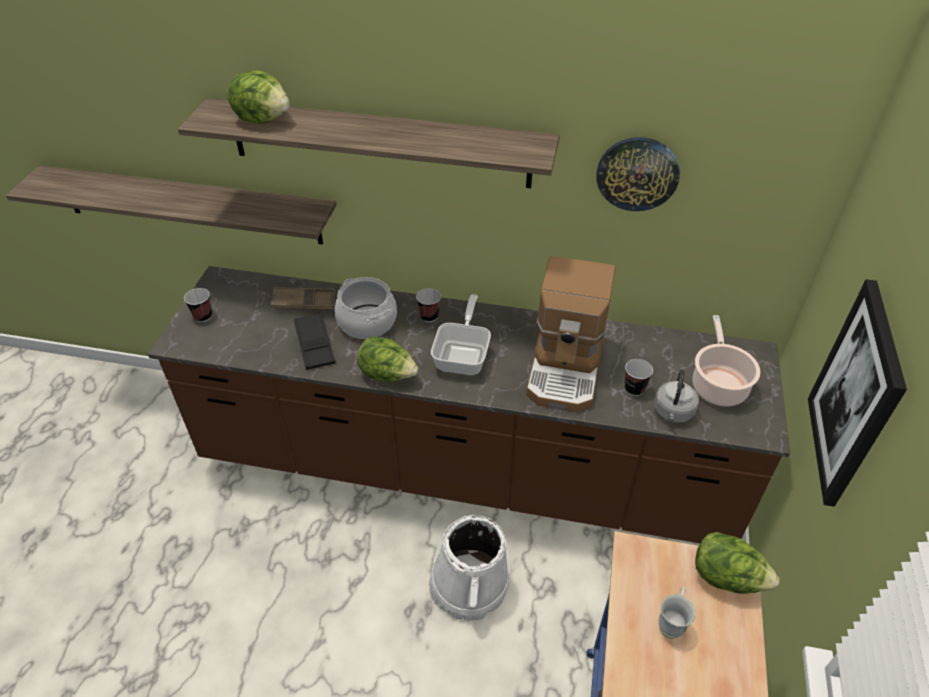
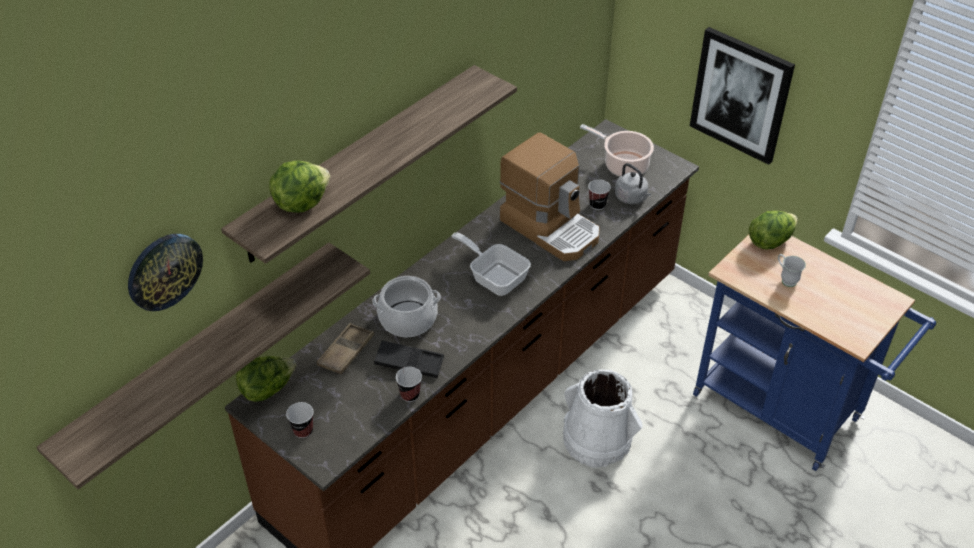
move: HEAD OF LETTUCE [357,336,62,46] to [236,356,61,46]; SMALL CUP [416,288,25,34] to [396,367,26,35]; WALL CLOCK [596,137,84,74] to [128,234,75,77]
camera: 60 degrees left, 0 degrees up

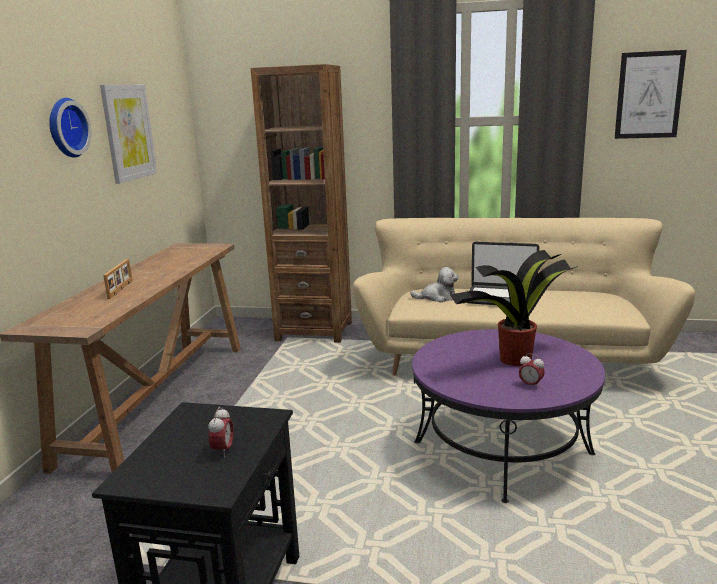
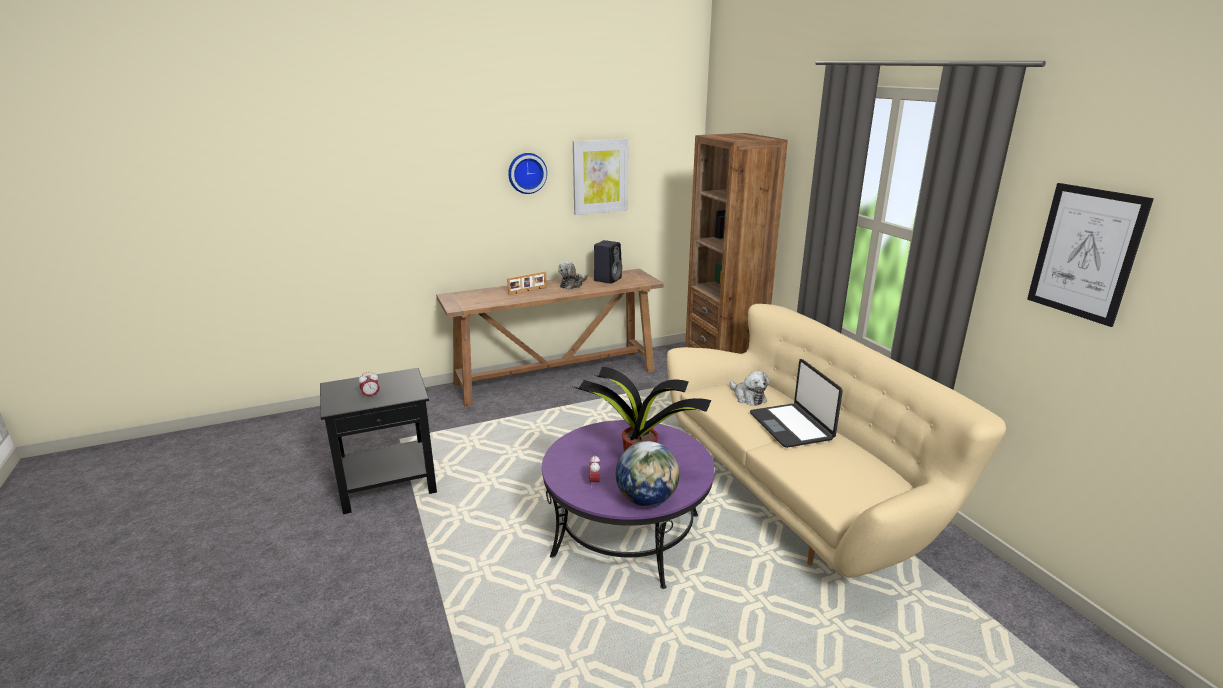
insert: CUDDLY TOY [558,261,30,29]; BLACK SPEAKER [594,240,28,44]; DESK GLOBE [616,441,64,66]
camera: 55 degrees right, 5 degrees up

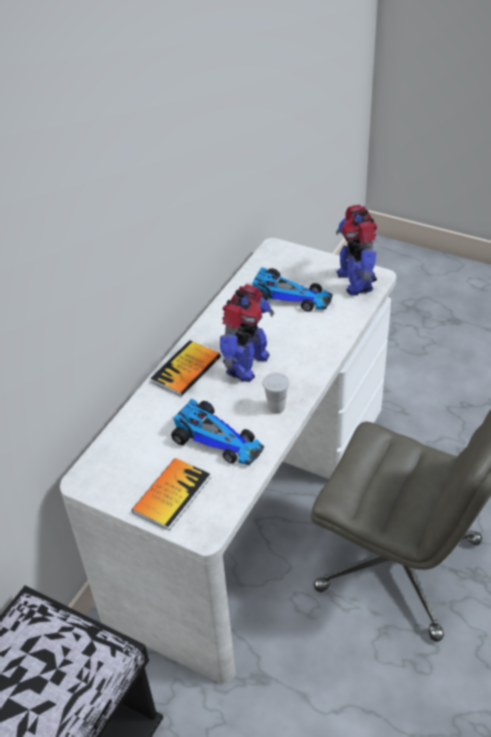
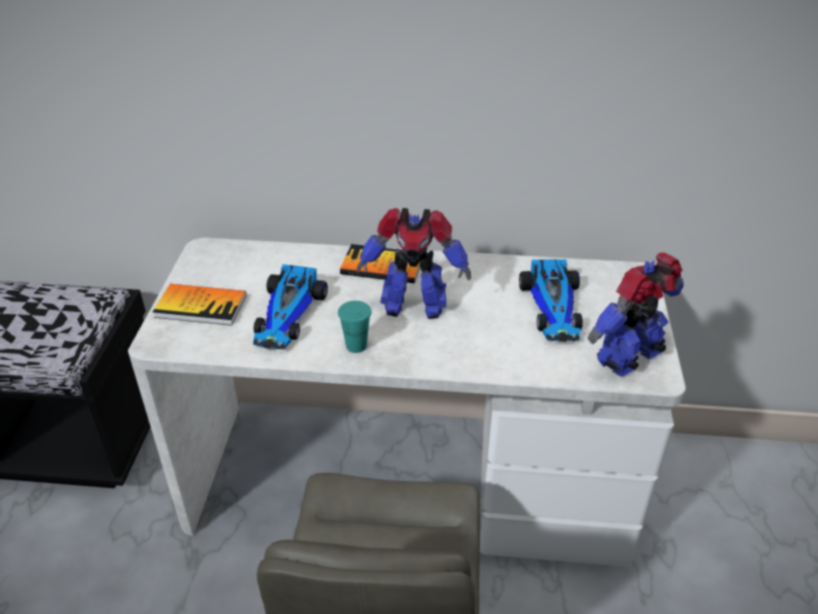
recolor: WHITISH SMALL CUP [263,372,27,42] to BLUE-GREEN SMALL CUP [338,301,33,52]
camera: 65 degrees right, 5 degrees down

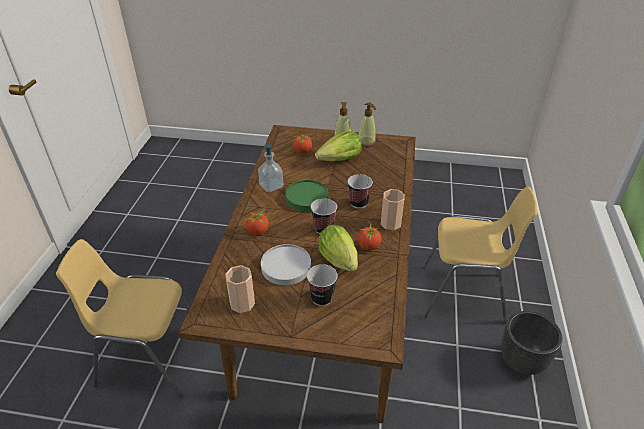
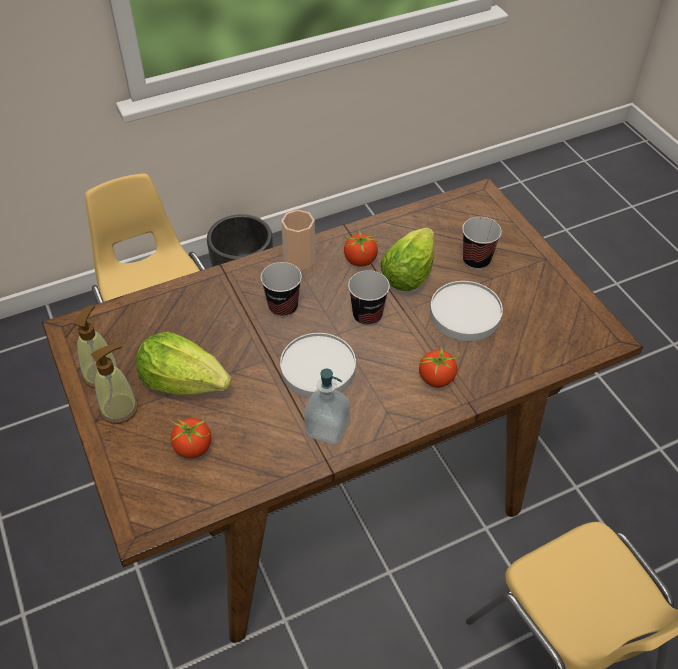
delete: SMALL CUP [225,265,30,48]
recolor: GREENISH DINNER PLATE [285,180,43,31] to WHITISH DINNER PLATE [280,333,76,65]
camera: 125 degrees left, 10 degrees up

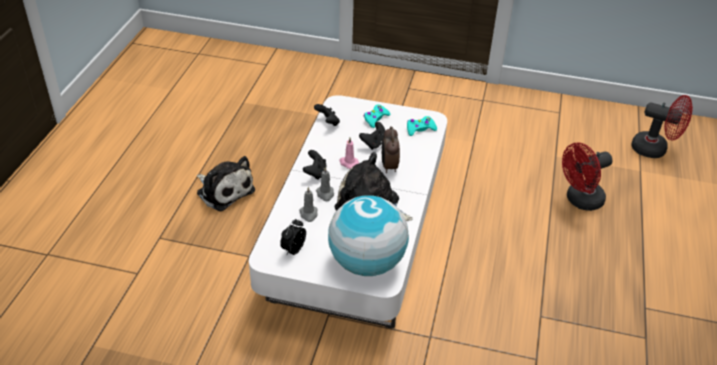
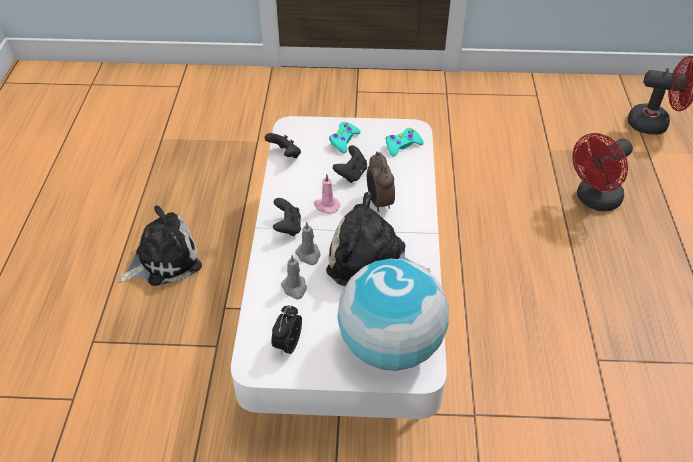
rotate: CUDDLY TOY [197,156,58,55] = [118,205,84,81] 60 degrees counterclockwise
camera: 10 degrees left, 5 degrees up

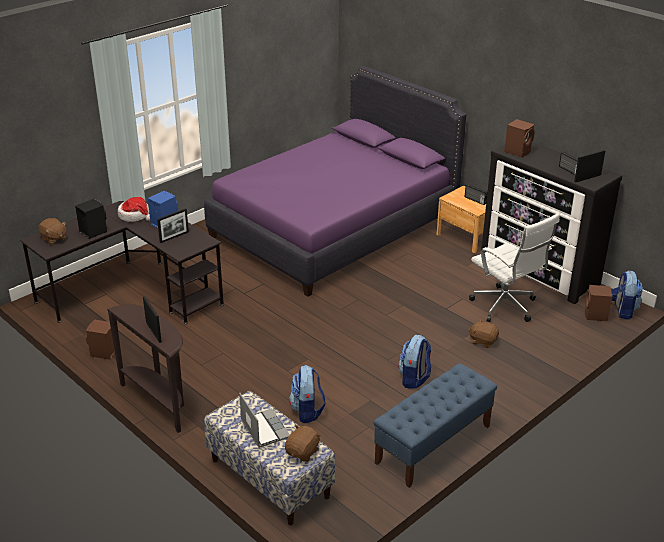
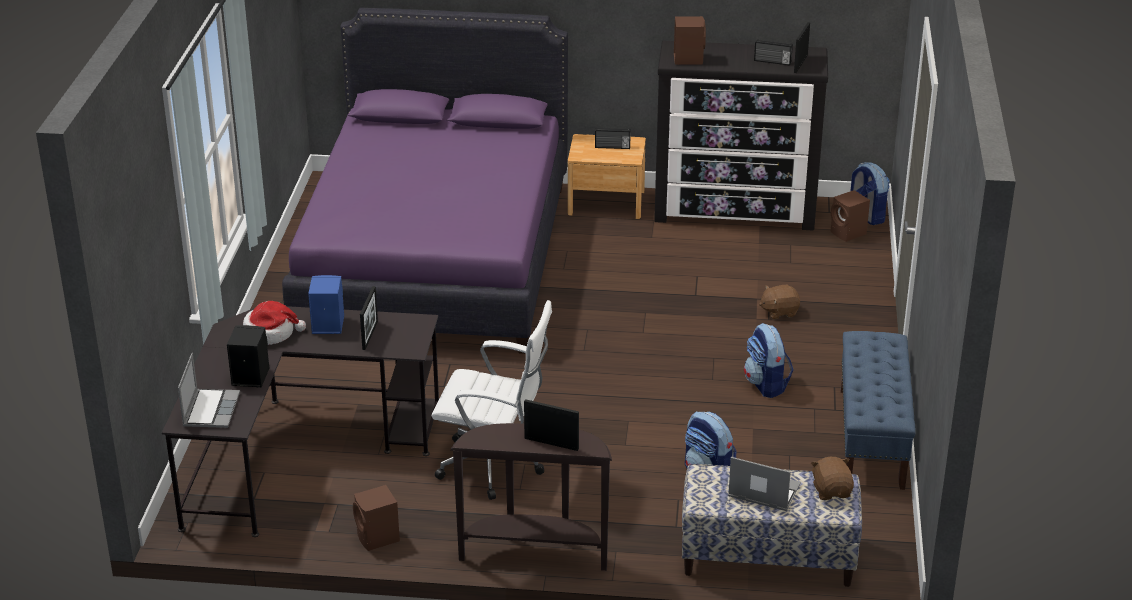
move: WHITISH DESK CHAIR [469,213,91,109] to [432,300,120,200]
replace: BROWNISH CUDDLY TOY [38,218,28,27] to LAPTOP [178,353,62,75]
camera: 40 degrees left, 0 degrees up

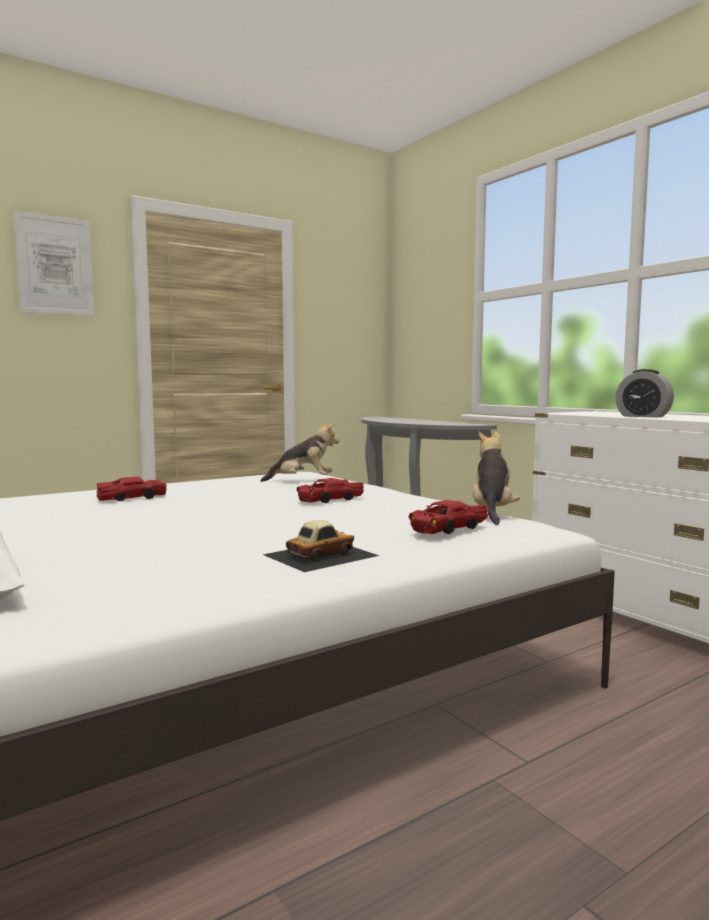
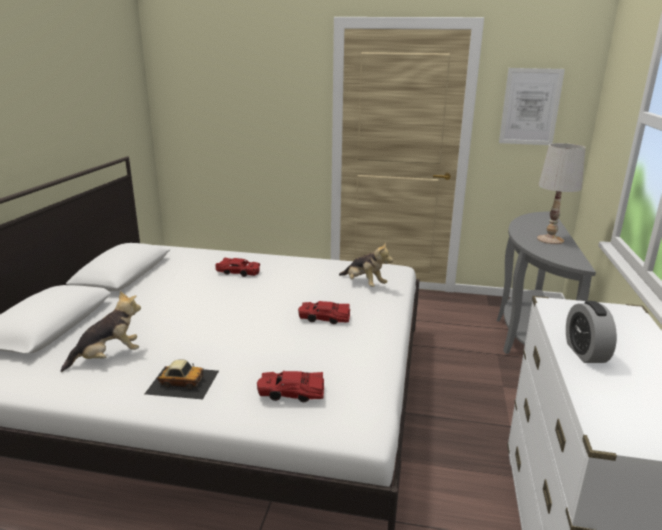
insert: WHITISH LAMP FOR A TABLE [537,143,49,101]
move: PICTURE [14,210,80,106] to [499,68,66,77]; CUDDLY TOY [472,431,48,94] to [60,291,81,81]
camera: 45 degrees right, 15 degrees up

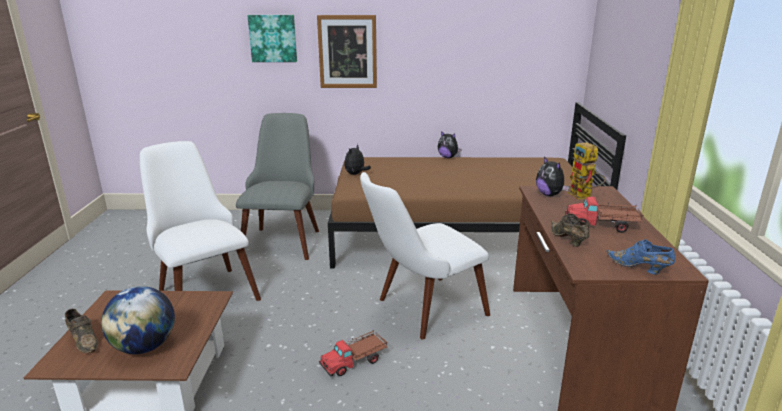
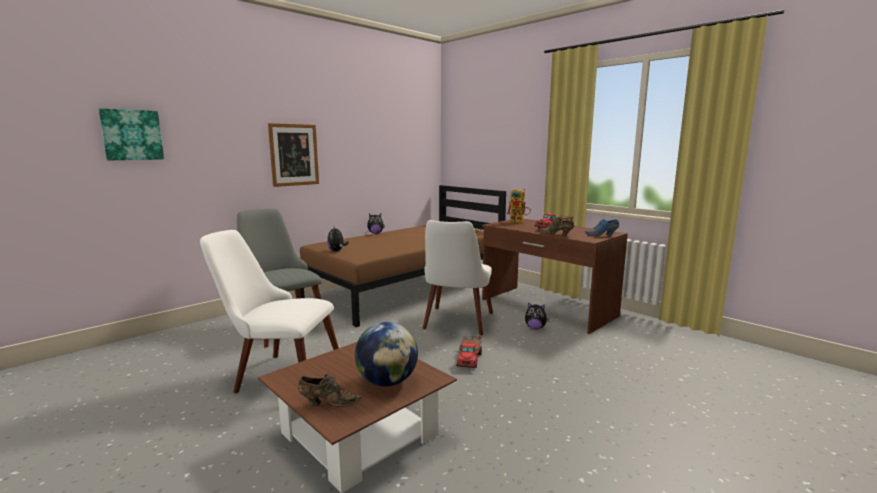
move: PICTURE [247,15,50,47] to [98,108,66,52]; CUDDLY TOY [536,156,33,40] to [525,302,24,27]
camera: 45 degrees left, 10 degrees down

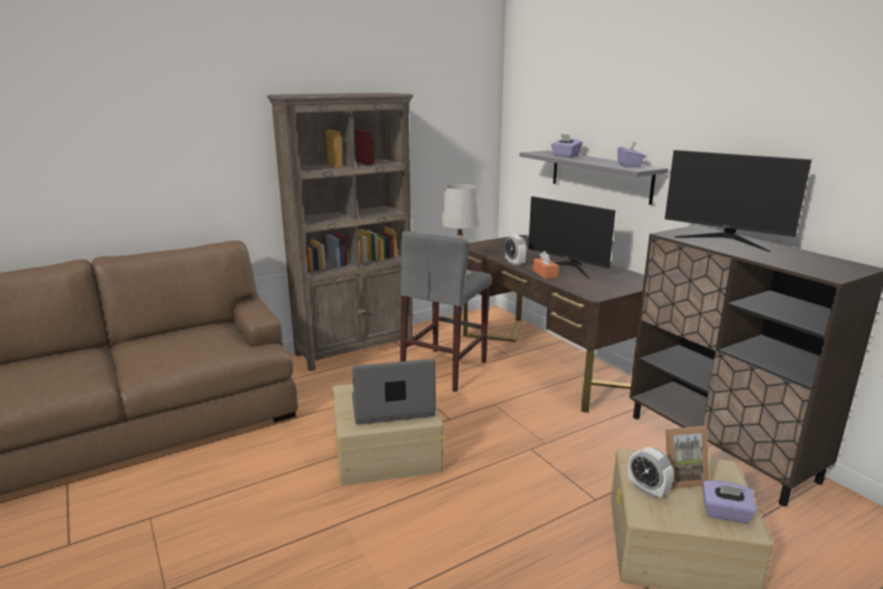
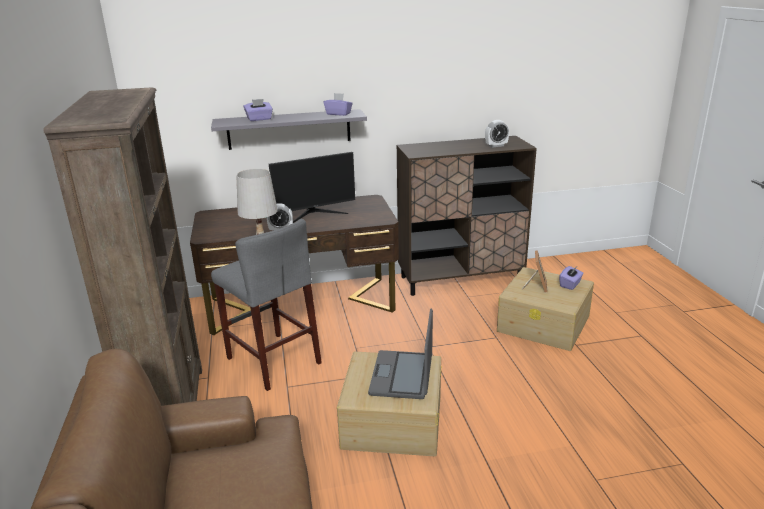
delete: ORANGE-COLOURED TISSUE HOLDER [533,251,26,27]; COMPUTER DISPLAY [665,150,147,102]
move: BEDSIDE CLOCK [628,447,46,52] to [485,120,24,28]
camera: 70 degrees left, 5 degrees up

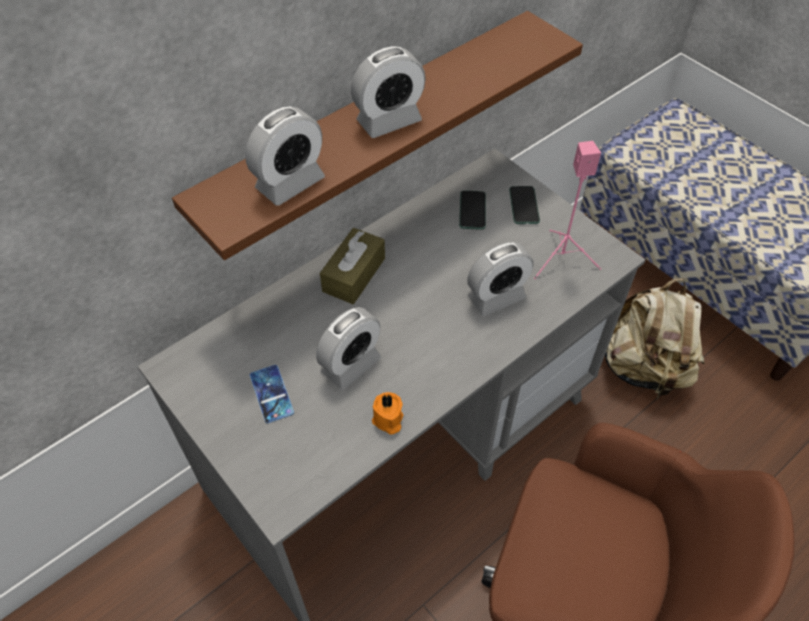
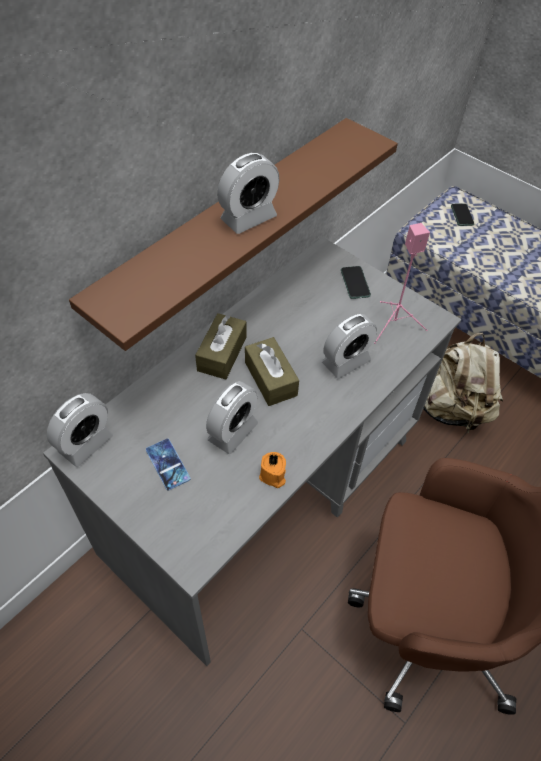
insert: BROWNISH TISSUE HOLDER [245,337,54,69]
move: BEDSIDE CLOCK [245,106,80,100] to [47,393,66,74]; TELEPHONE [459,190,27,40] to [451,203,23,23]
camera: 10 degrees left, 0 degrees up

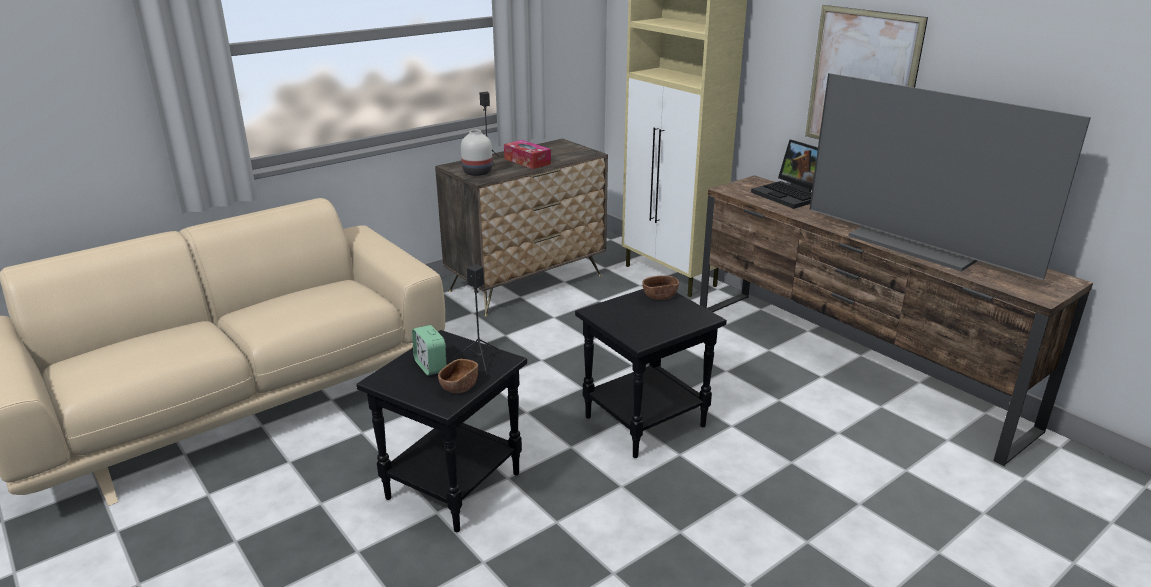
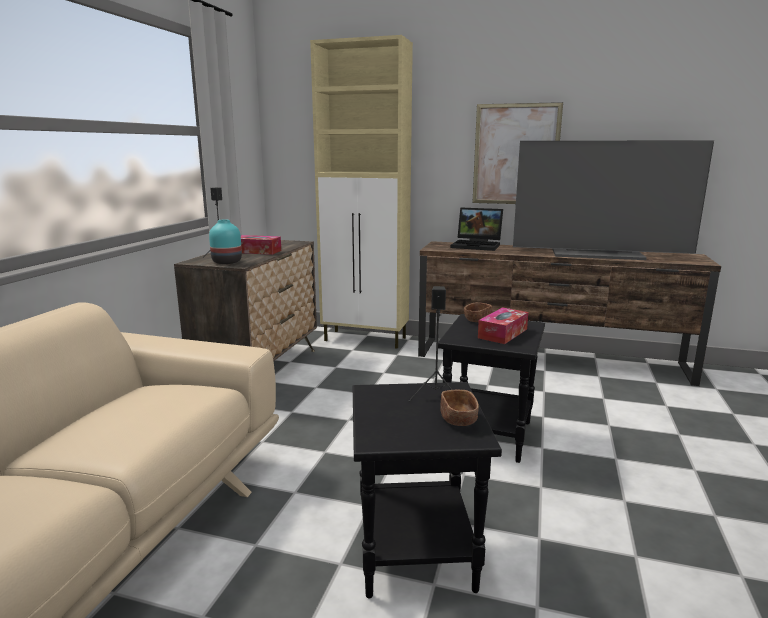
delete: BEDSIDE CLOCK [412,325,34,50]
insert: TISSUE HOLDER [478,307,50,37]
recolor: WHITISH FLOWER VASE [461,130,31,46] to BLUE-GREEN FLOWER VASE [209,219,33,45]
camera: 35 degrees left, 10 degrees down

